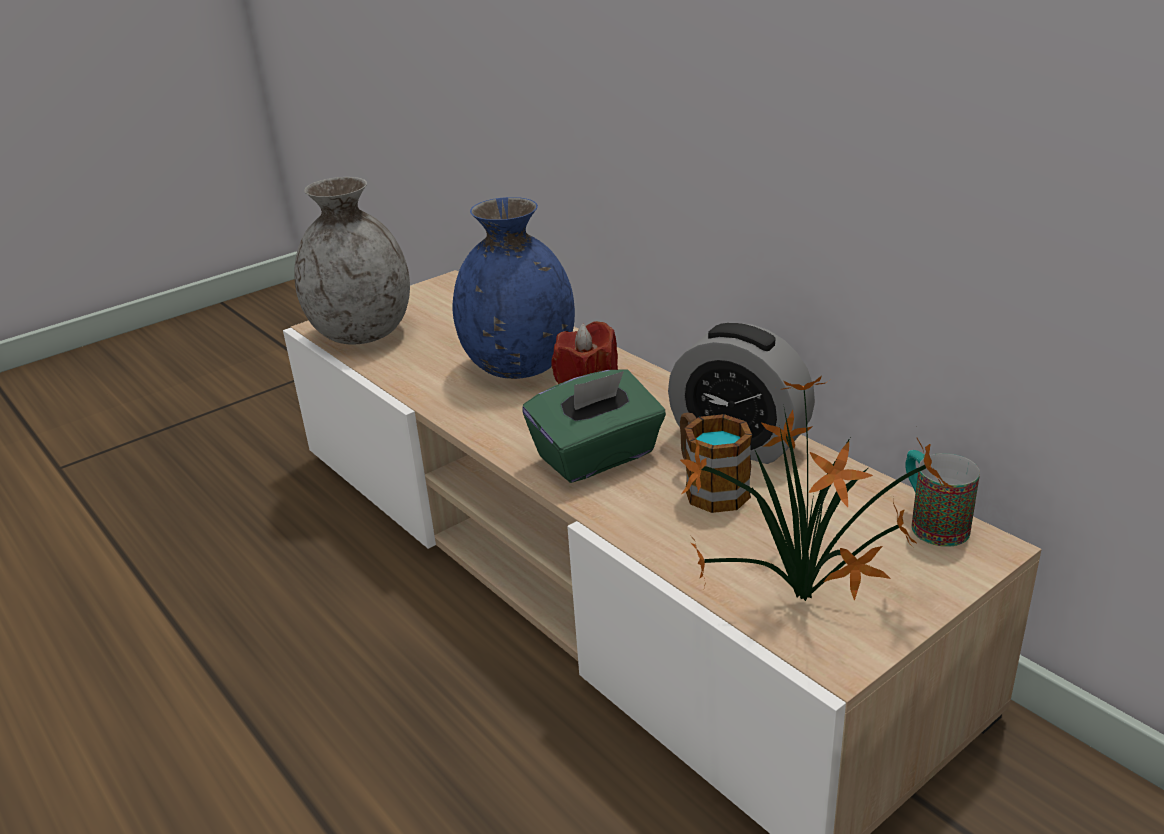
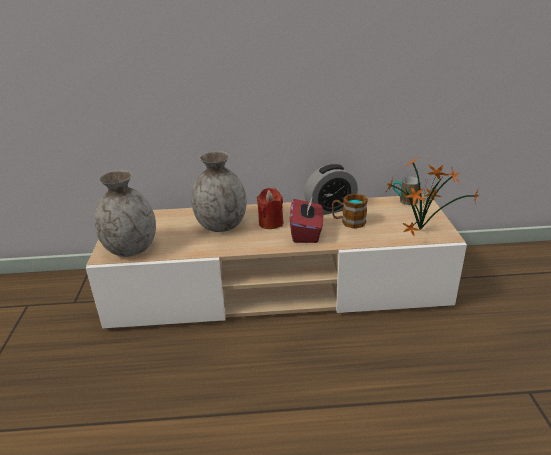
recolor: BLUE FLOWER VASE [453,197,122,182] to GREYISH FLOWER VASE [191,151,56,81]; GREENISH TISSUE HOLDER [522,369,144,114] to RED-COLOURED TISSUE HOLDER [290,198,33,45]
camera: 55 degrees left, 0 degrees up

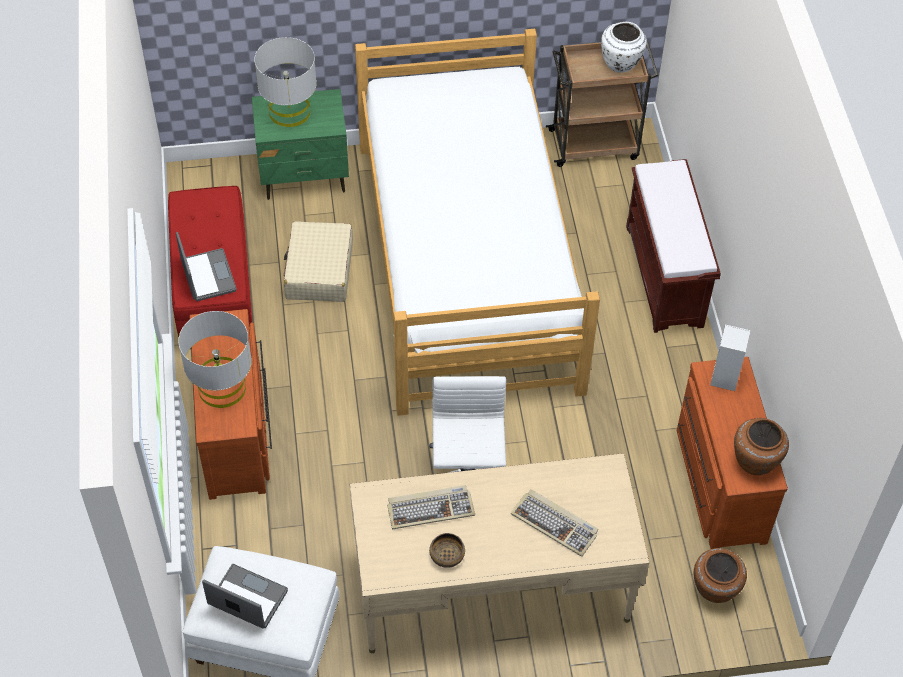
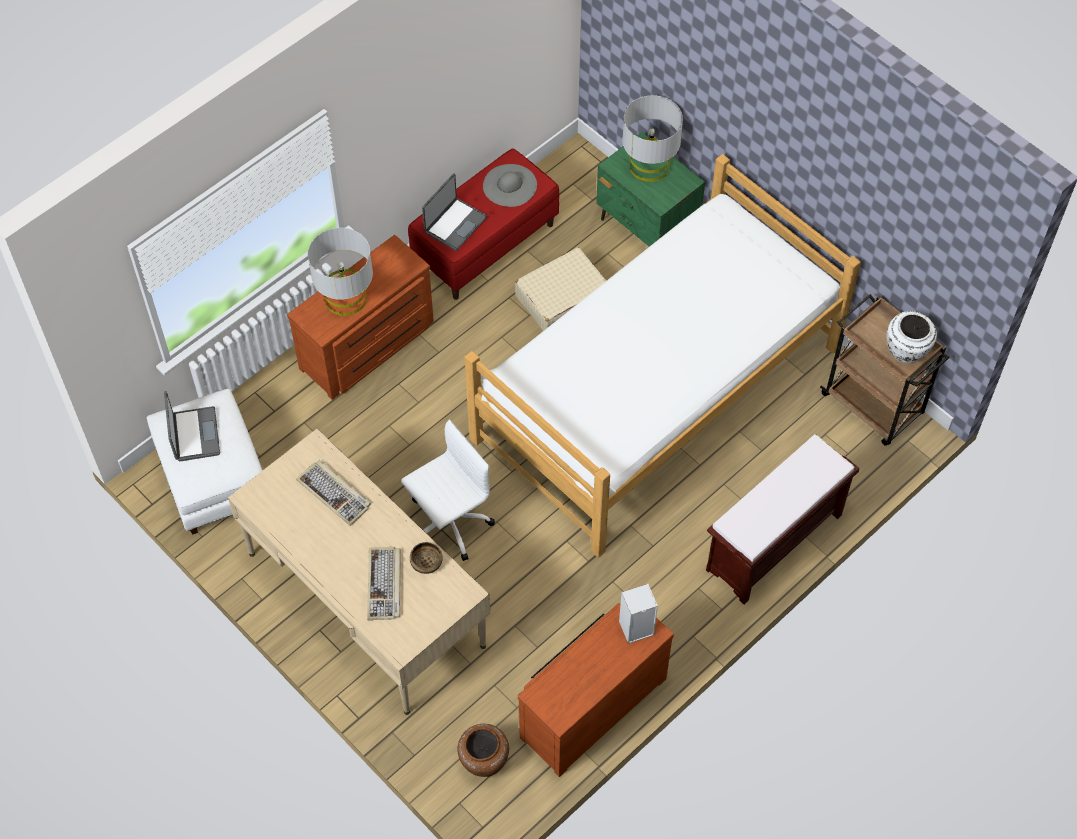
delete: BROWNISH FLOWER VASE [734,418,55,57]
insert: GREYISH HAT [483,164,54,43]
move: DEEP DISH [429,533,36,35] to [410,542,33,32]
camera: 55 degrees right, 5 degrees up

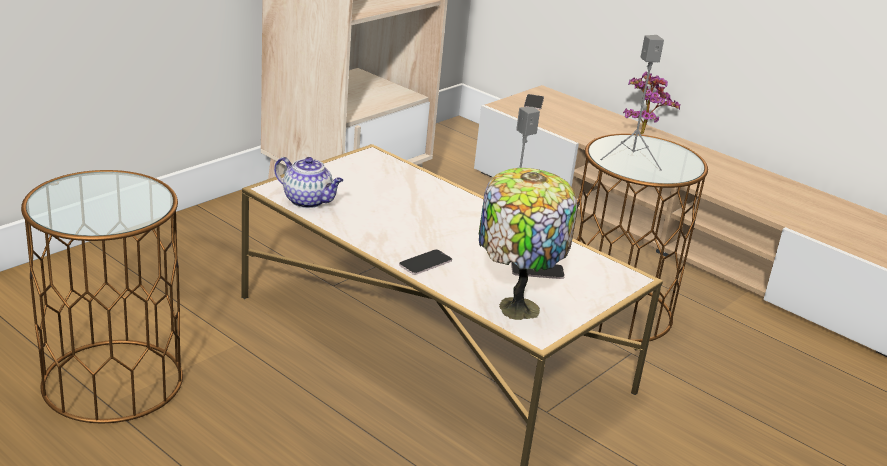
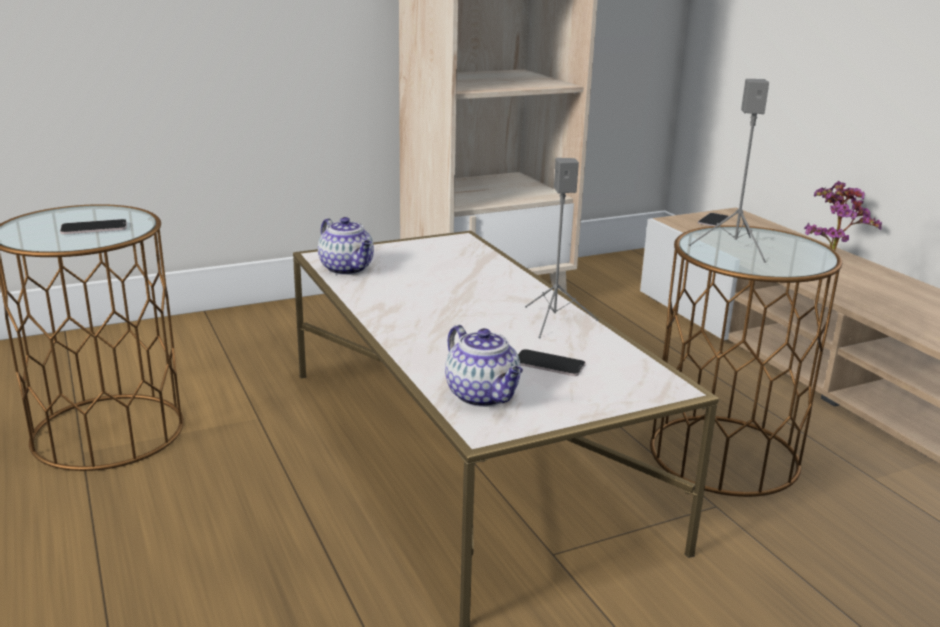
move: TELEPHONE [399,249,53,26] to [60,219,67,15]
replace: LAMP FOR A TABLE [479,168,98,152] to TEA POT [445,325,78,82]
camera: 25 degrees right, 5 degrees down

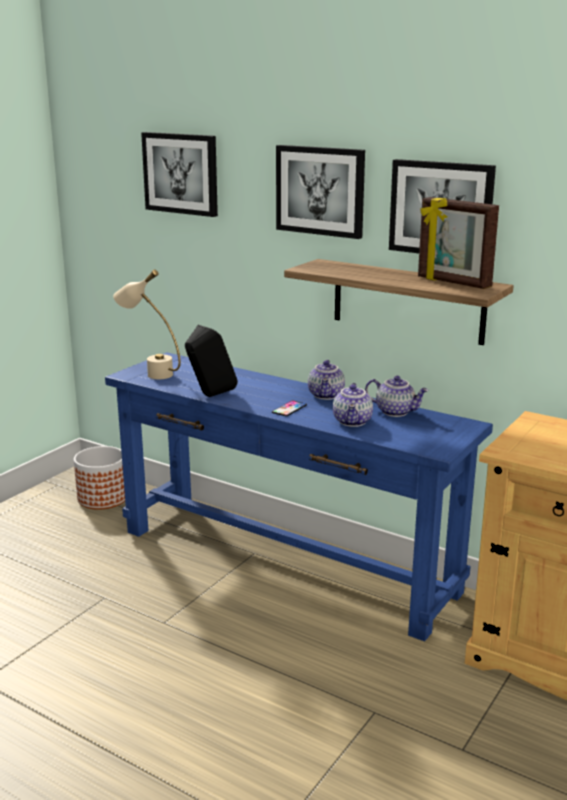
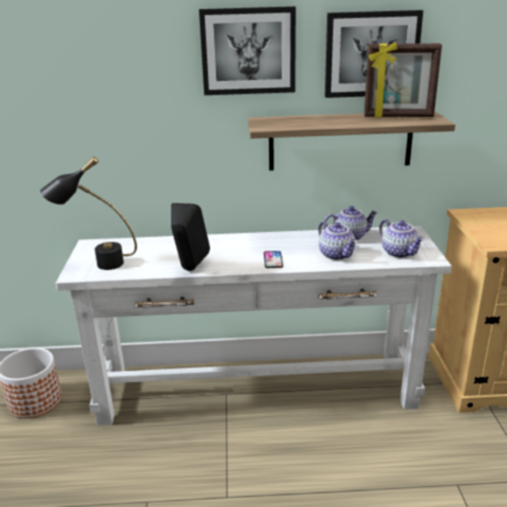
delete: PICTURE [141,132,77,85]
move: TEA POT [308,360,37,40] to [379,219,45,39]
recolor: BLUE NARROW TABLE [105,352,388,289] to WHITISH NARROW TABLE [56,226,396,199]; BEIGE-COLOURED LAMP FOR A TABLE [113,269,68,110] to BLACK LAMP FOR A TABLE [40,157,97,113]
camera: 35 degrees left, 5 degrees up

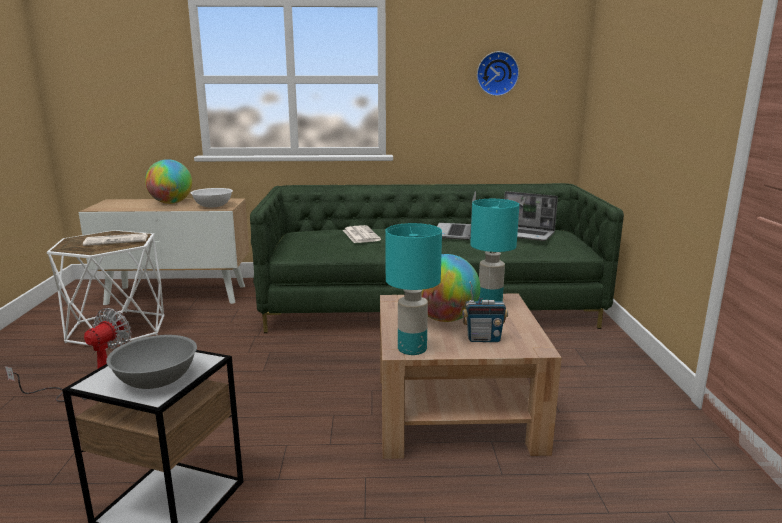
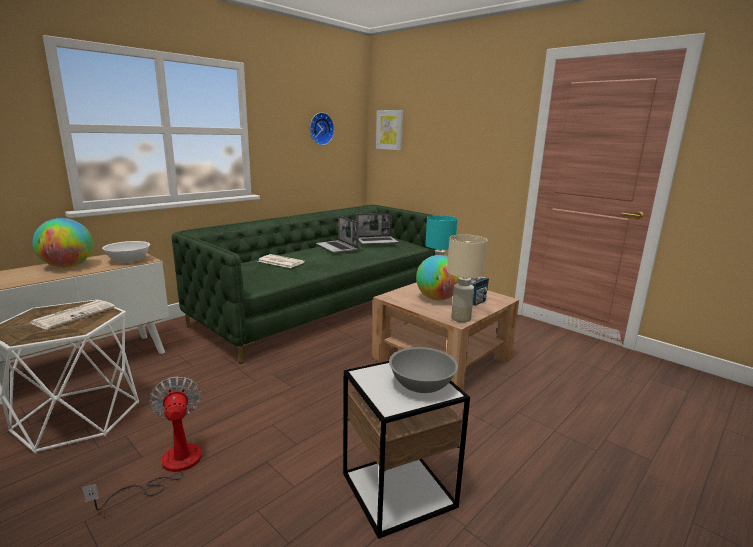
insert: PICTURE [376,110,27,40]
recolor: BLUE-GREEN LAMP FOR A TABLE [386,223,56,132] to BEIGE-COLOURED LAMP FOR A TABLE [447,234,41,88]
camera: 45 degrees left, 0 degrees up

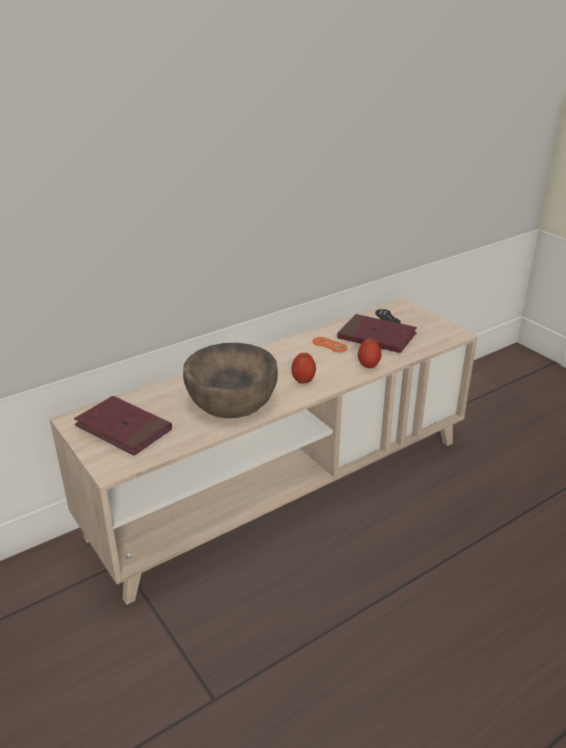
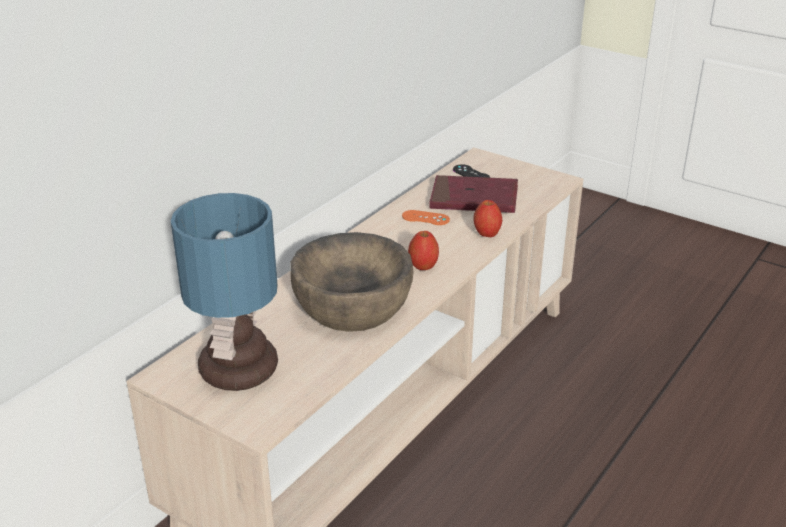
replace: RED-COLOURED BOUND BOOK [74,396,98,60] to LAMP FOR A TABLE [171,193,107,198]
camera: 20 degrees left, 0 degrees up

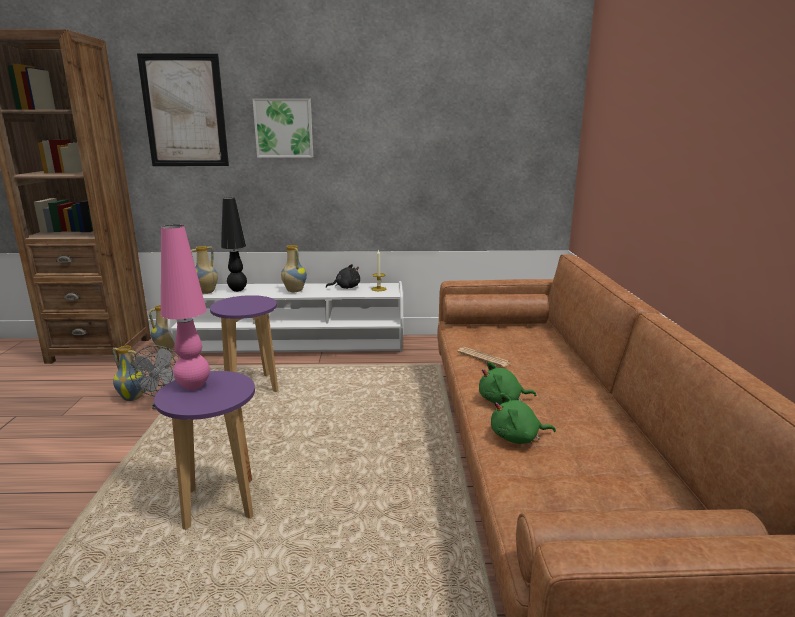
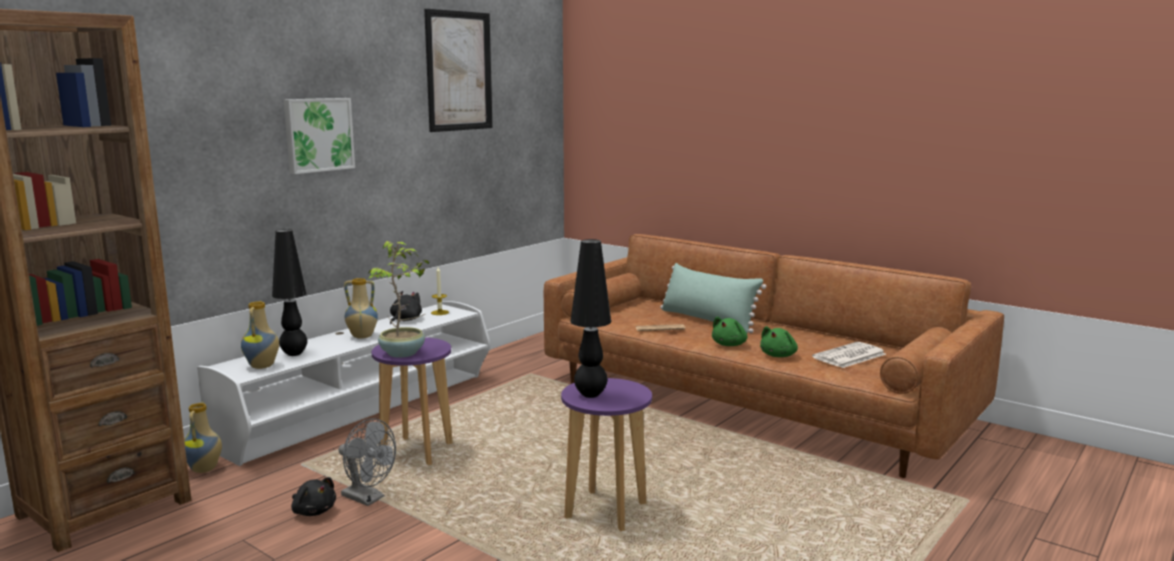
insert: POTTED PLANT [369,241,60,117]; GREENISH THROW PILLOW [660,263,106,70]; NEWSPAPER [812,342,74,26]
move: PICTURE [137,53,92,113] to [424,9,69,123]
replace: FLOWER VASE [113,346,33,55] to BLACK CUDDLY TOY [291,477,45,39]
recolor: PINK LAMP FOR A TABLE [161,225,49,165] to BLACK LAMP FOR A TABLE [570,239,41,159]
camera: 50 degrees left, 5 degrees down

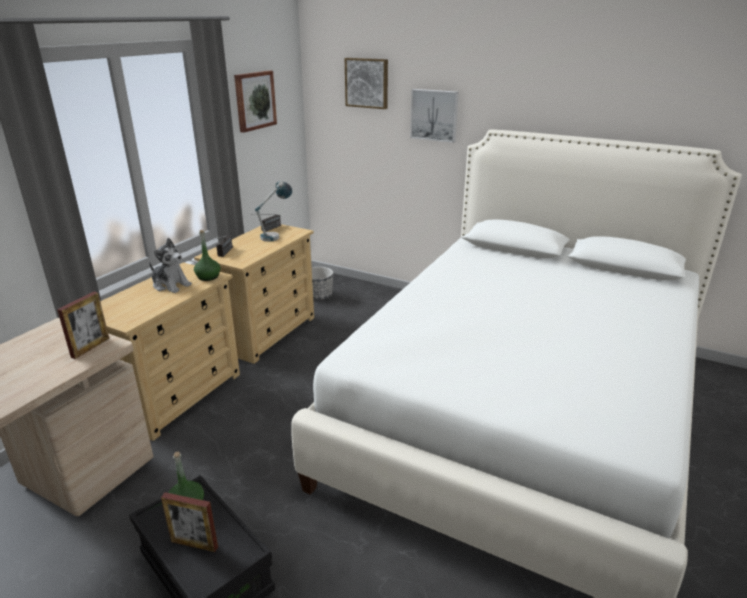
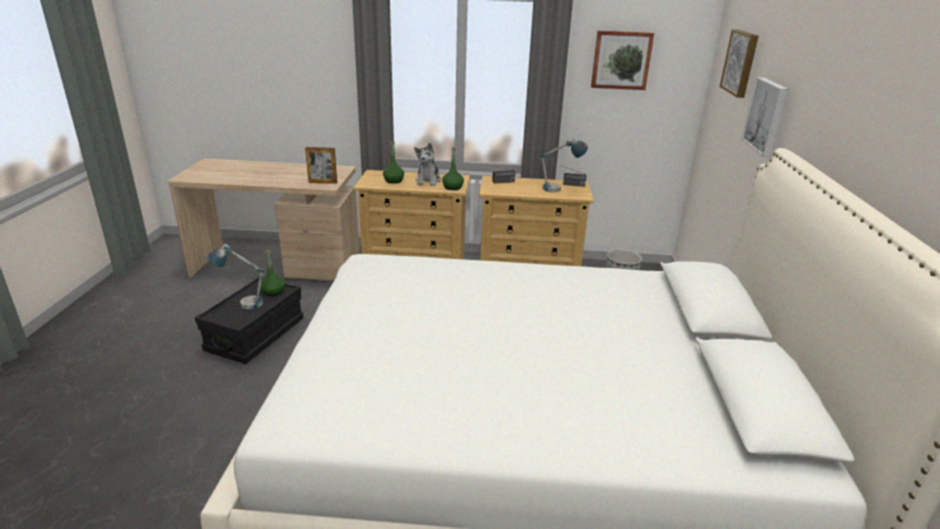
insert: GREENISH BEVERAGE BOTTLE [383,141,21,43]
replace: PHOTO FRAME [161,492,57,60] to LAMP FOR A TABLE [206,243,58,67]
camera: 65 degrees right, 0 degrees up

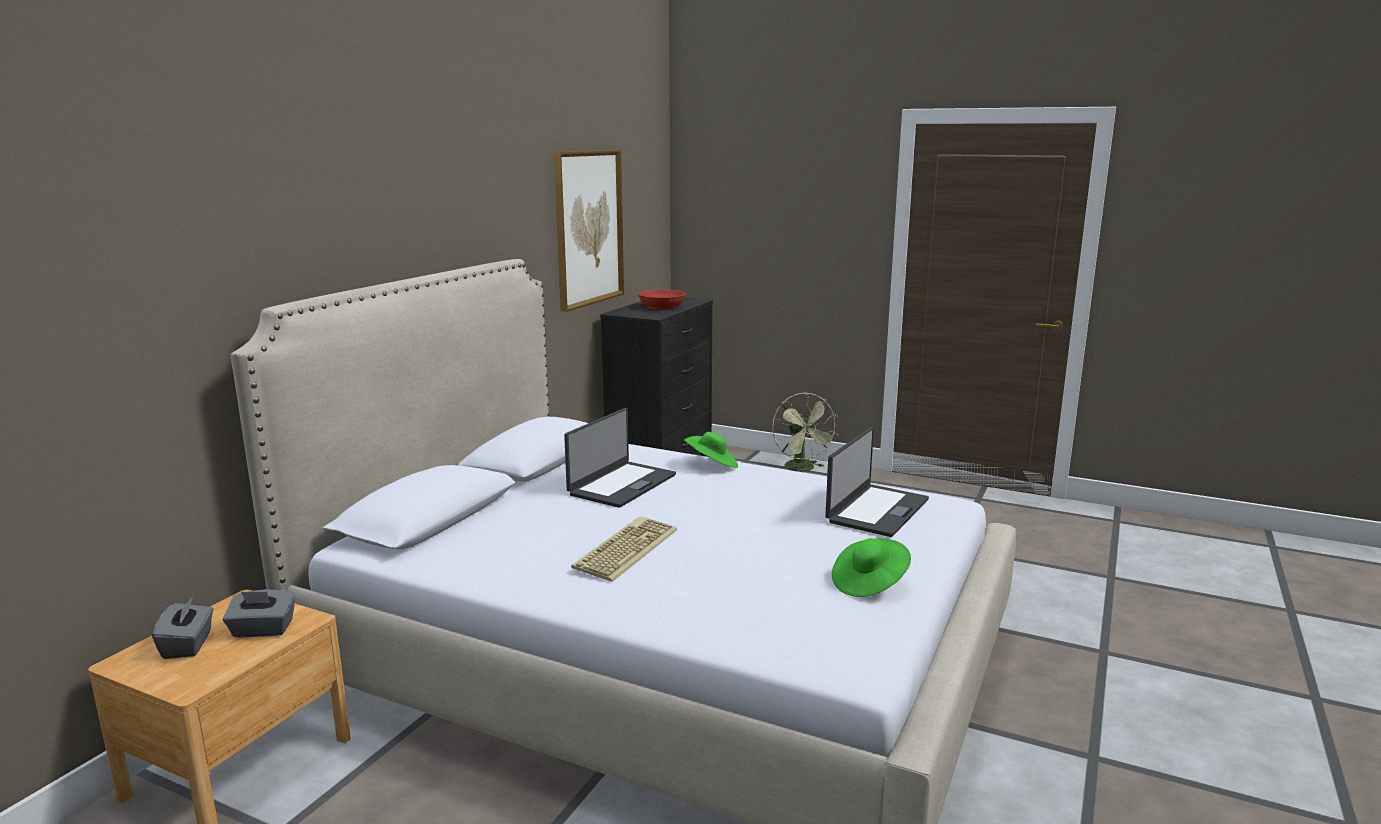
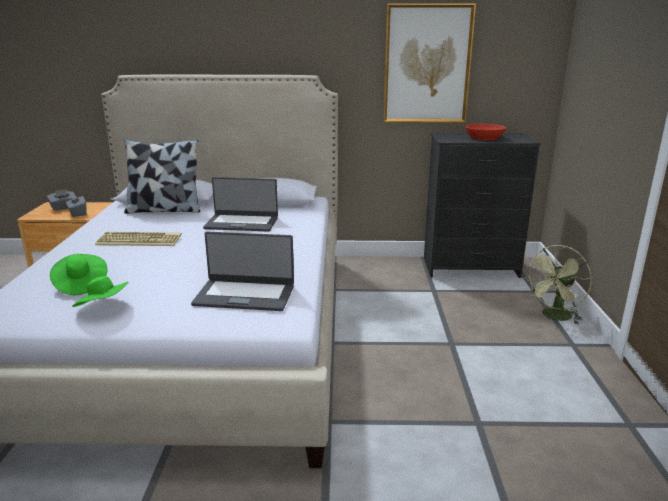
insert: THROW PILLOW [124,139,76,75]
move: GREENISH HAT [684,432,54,36] to [50,254,58,41]
camera: 65 degrees right, 5 degrees up

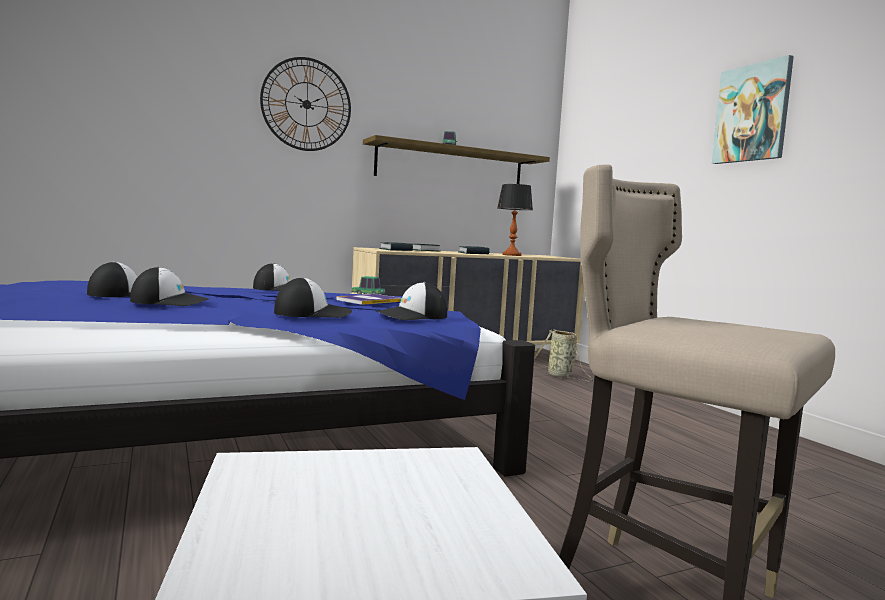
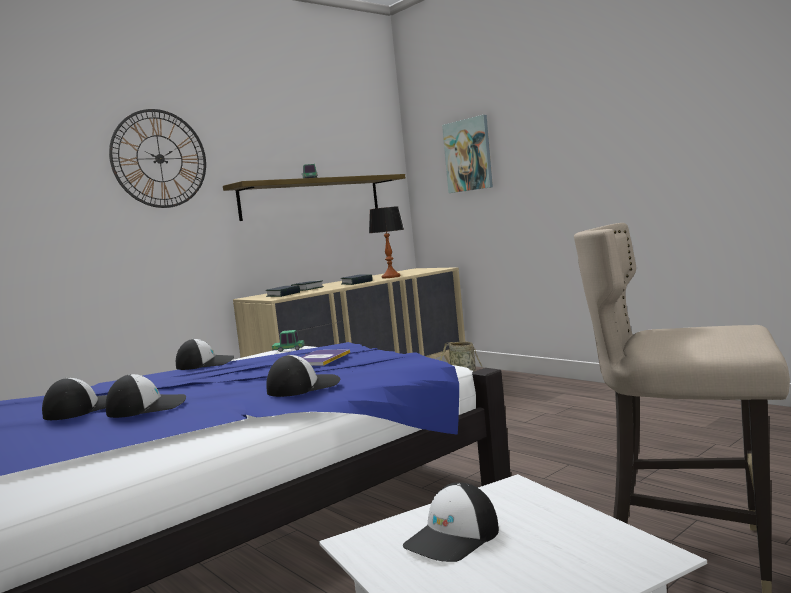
move: CAP [376,282,71,38] to [403,482,96,80]; PICTURE [712,55,82,109] to [442,115,51,78]
camera: 15 degrees left, 0 degrees up

